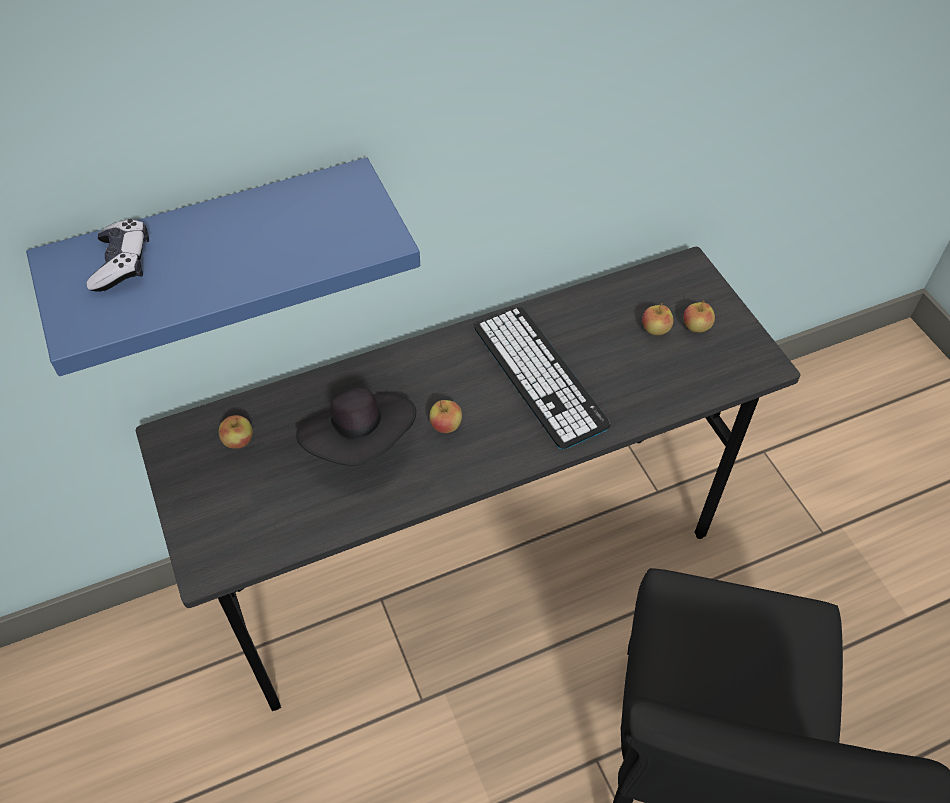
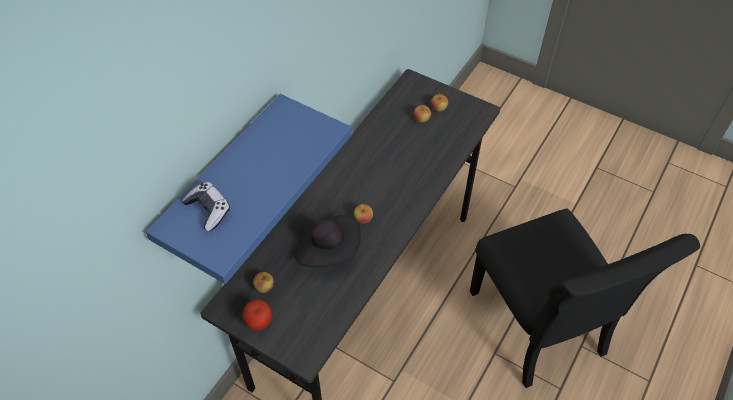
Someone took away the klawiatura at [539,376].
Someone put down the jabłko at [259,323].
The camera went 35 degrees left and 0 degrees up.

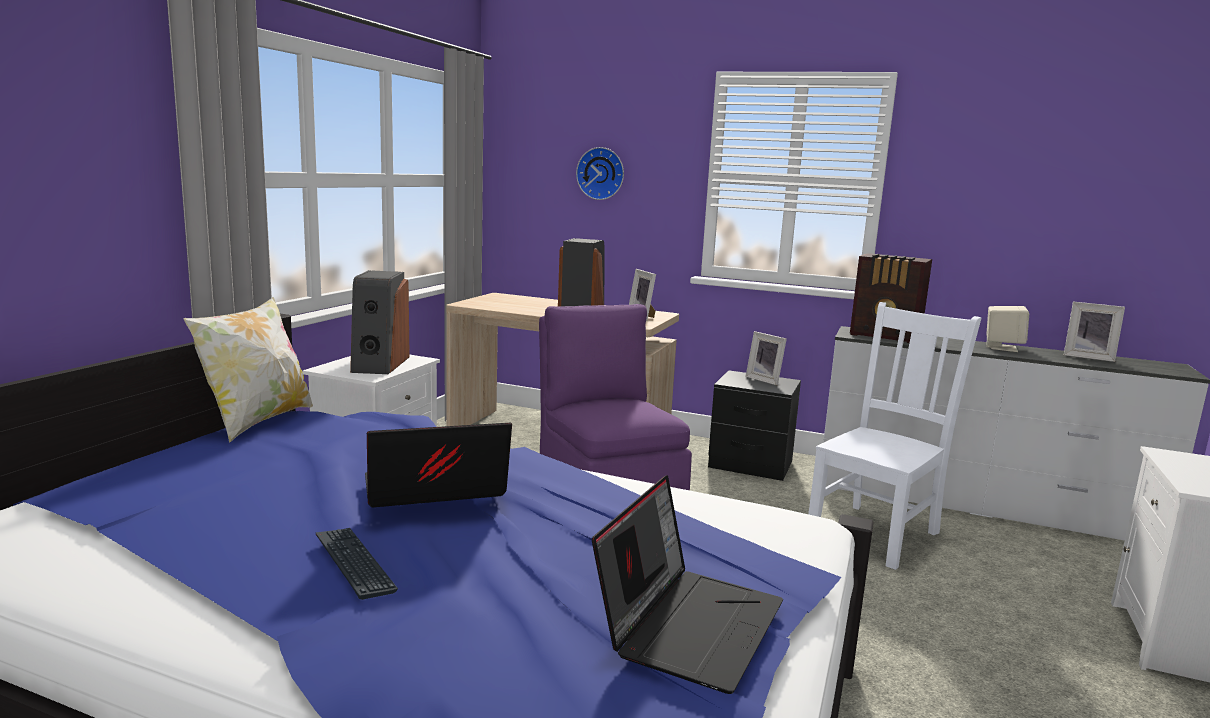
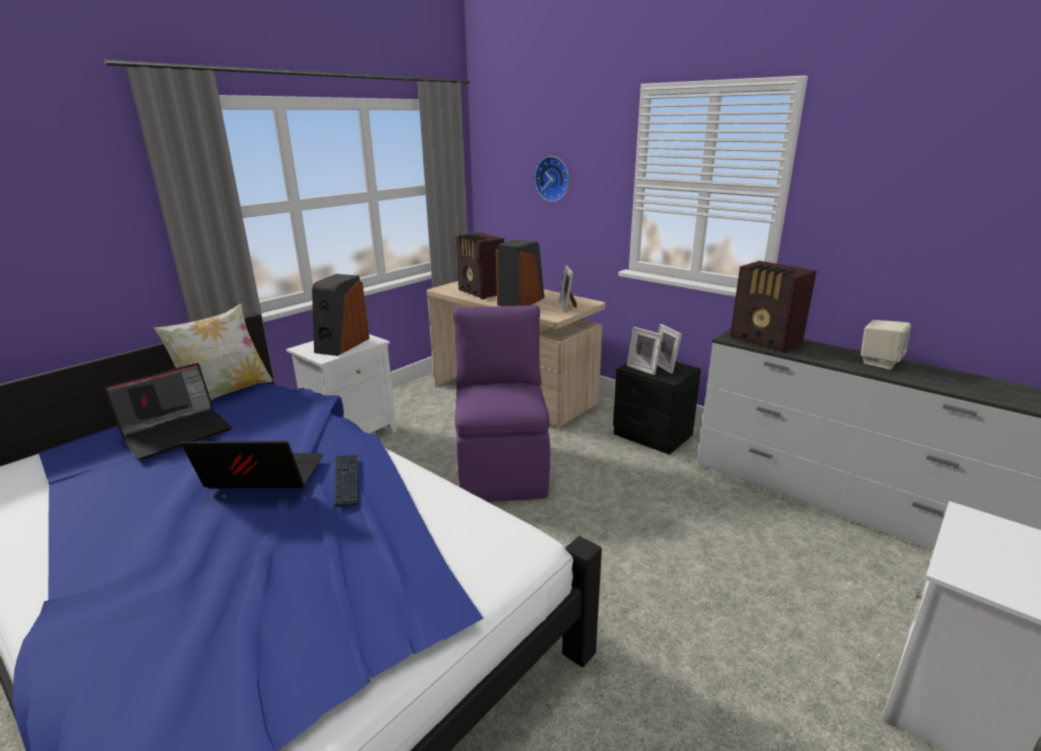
Someone carried the ramka na zdjęcie from [1088,357] to [644,368].
Someone took away the krzesło (biały) at [876,533].
Someone carried the laptop from [689,623] to [178,432].
Someone carried the klawiatura from [354,563] to [347,480].
Someone put down the radio at [481,292].
The camera went 20 degrees right and 10 degrees up.

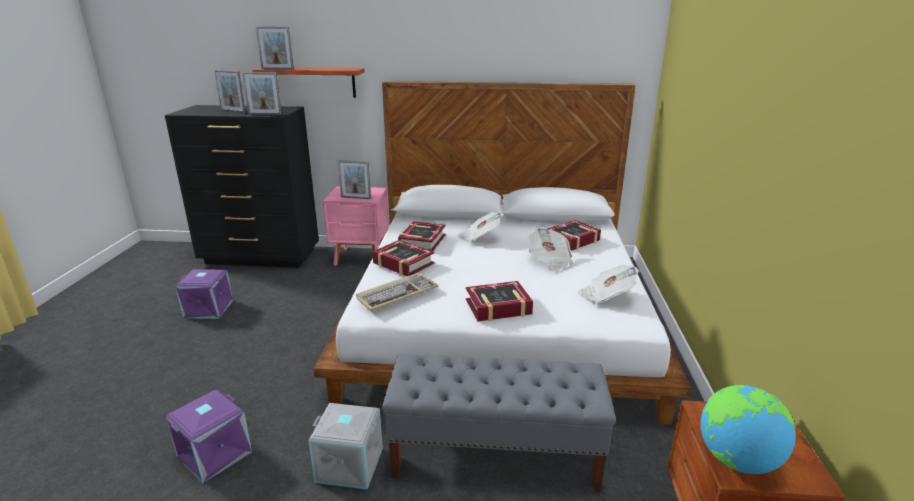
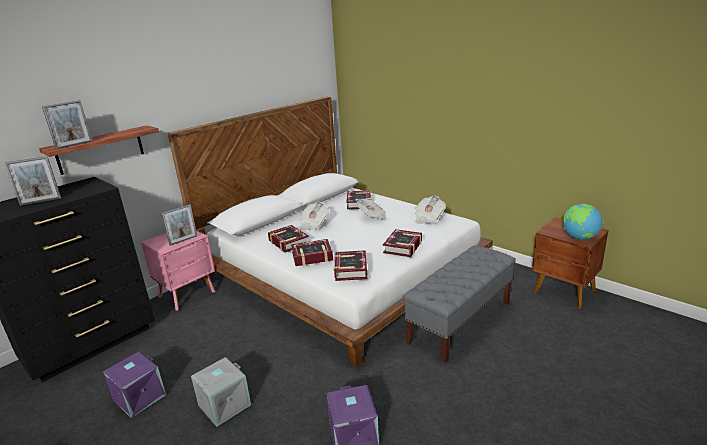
Someone took away the ramka na zdjęcie at [265,114].
Someone swapped the klawiatura at [397,294] for the książka at [350,270].
Someone carried the pojemnik do przechowywania (szary) from [350,464] to [224,404].
The camera went 50 degrees left and 0 degrees up.

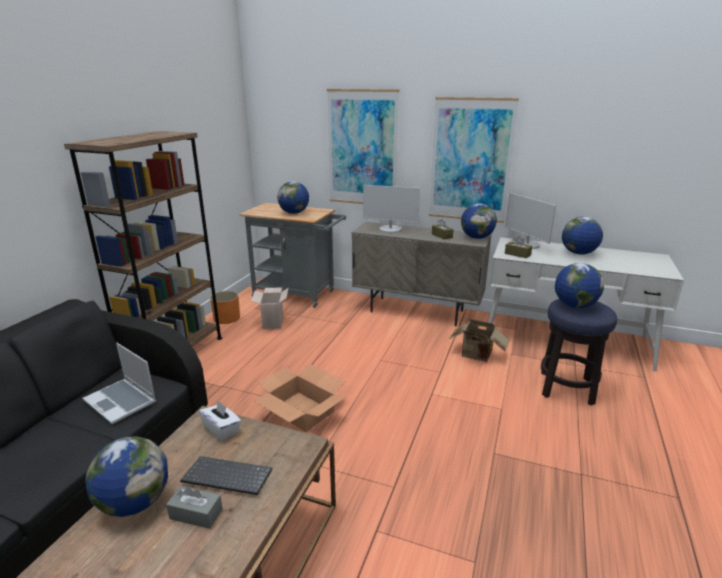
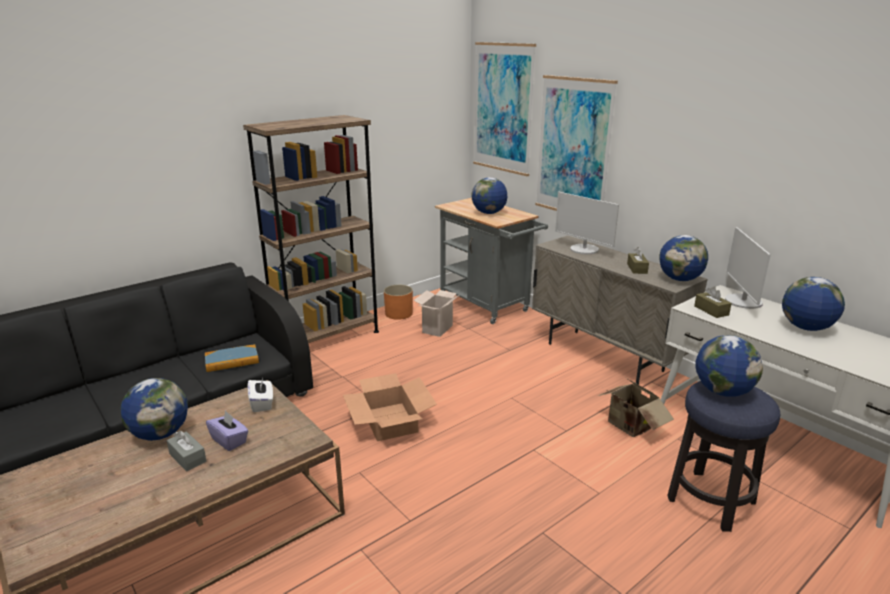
Someone carried the obraz from [470,161] to [503,108].
Someone swapped the laptop at [121,401] for the książka at [232,360].
Someone swapped the klawiatura at [225,478] for the pudełko chusteczek (fioletowy) at [229,440].
The camera went 30 degrees right and 0 degrees up.

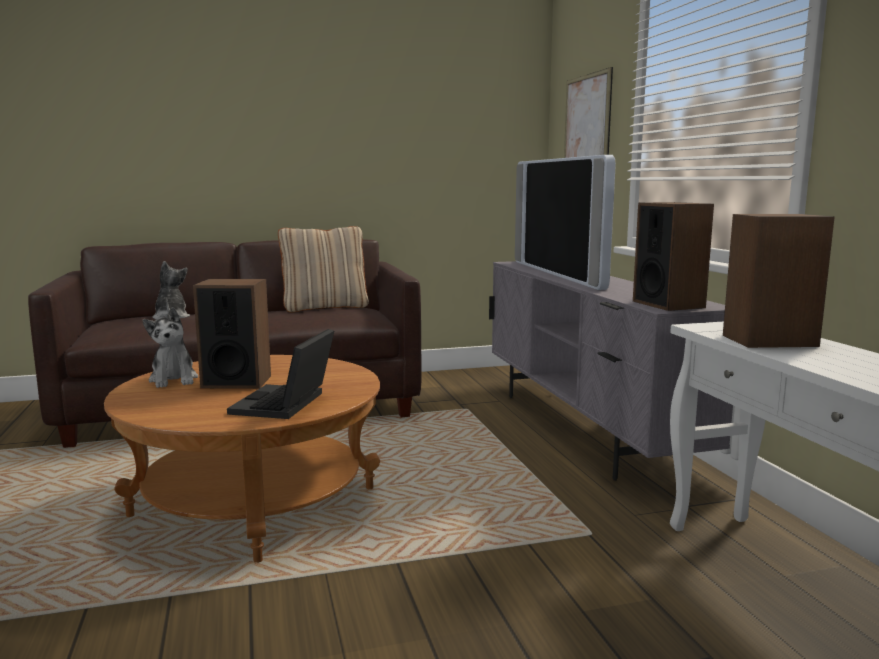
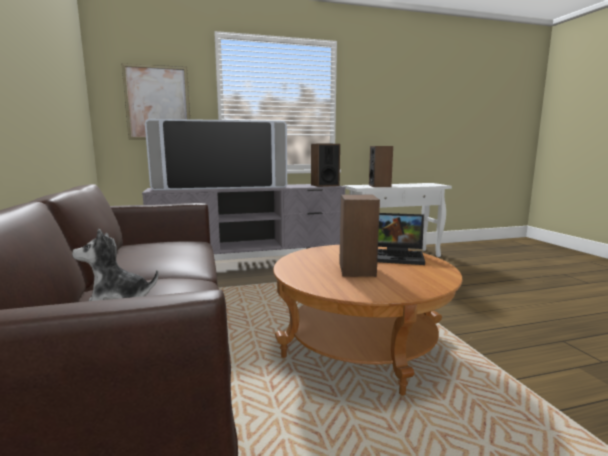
Someone took away the poduszka (beżowy) at [325,308].
Someone took away the pluszak at [174,379].
The camera went 90 degrees left and 0 degrees up.

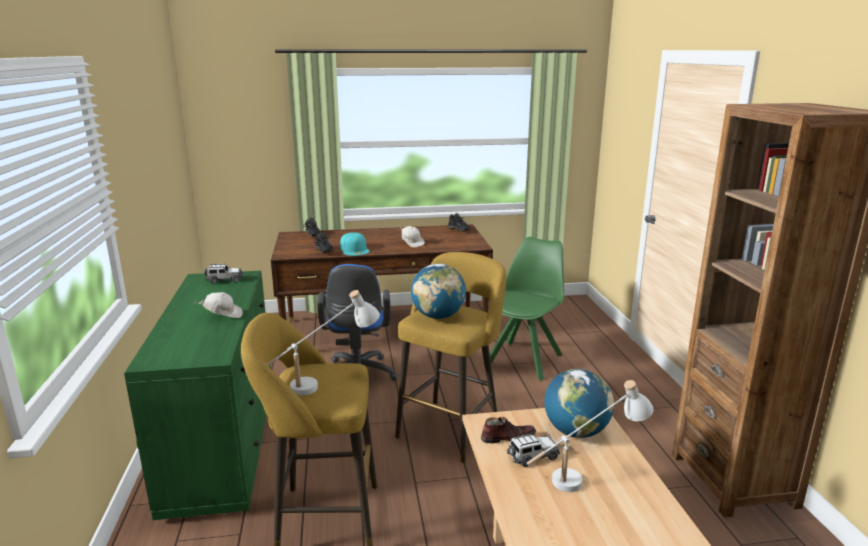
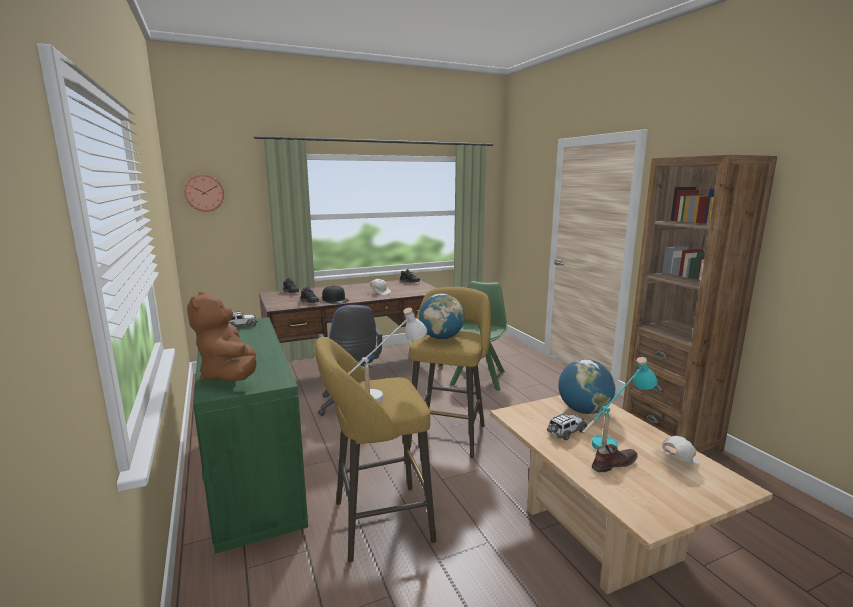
Someone repainted the czapka z daszkiem (turkusowy) at [355,249], which became the czapka z daszkiem (czarny) at [335,299].
Someone carried the czapka z daszkiem (biały) from [223,315] to [677,462].
Someone repainted the lampa stołowa (biały) at [585,476], which became the lampa stołowa (turkusowy) at [614,440].
Someone carried the but (brązowy) from [508,437] to [613,464].
Someone put up the zegar ścienny at [204,193].
Someone put down the pluszak (brązowy) at [230,376].
The camera went 15 degrees left and 5 degrees down.

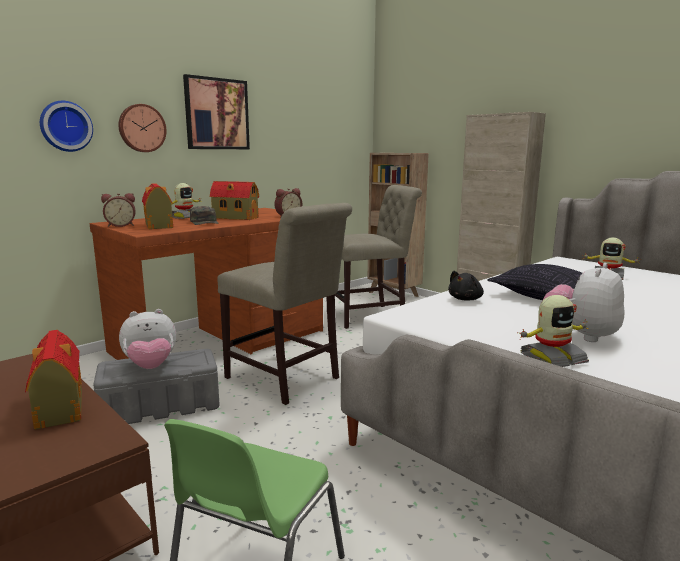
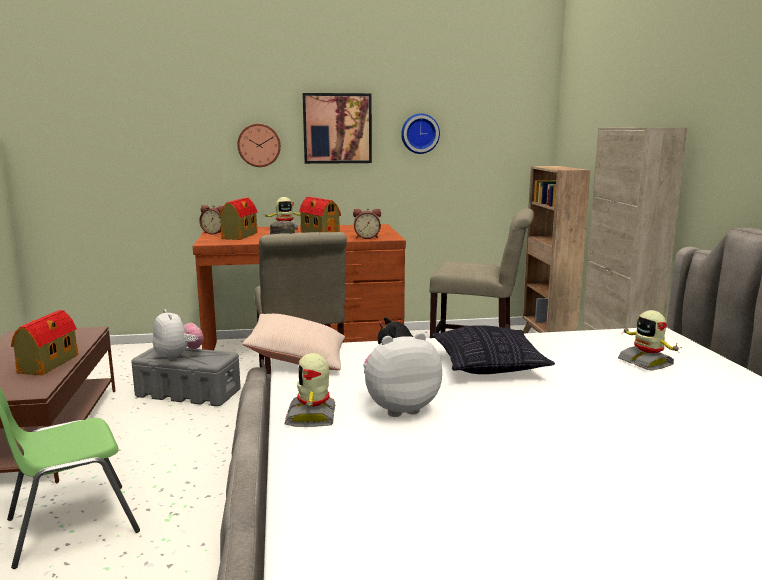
Someone carried the zegar ścienny from [65,126] to [419,133].
Someone rotated the robot zabawkowy at [551,358] by 75 degrees clockwise.
Someone rotated the pluszak at [151,367] by 135 degrees counterclockwise.
Someone put down the poduszka (beżowy) at [298,359].
The camera went 35 degrees right and 0 degrees up.

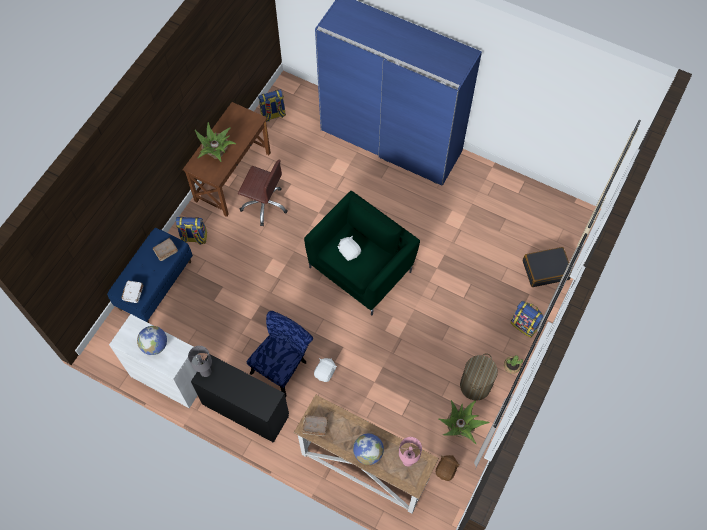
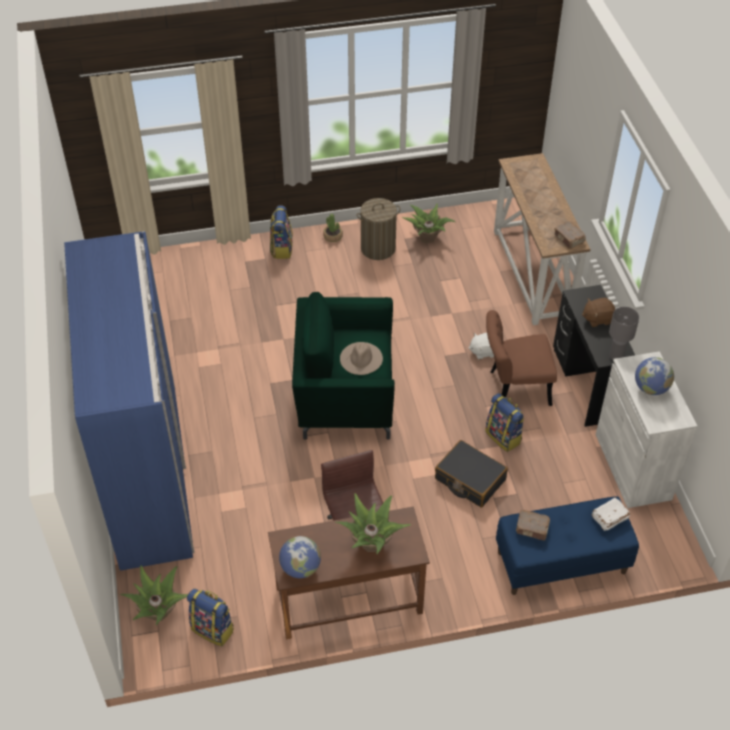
Someone carried the plecak from [194,238] to [504,437].
Someone swapped the pluszak (biały) at [349,252] for the kapelusz (beżowy) at [361,358].
Someone carried the walizka (czarny) from [545,270] to [469,479].
Someone repainted the krzesło (niebieski) at [282,365], which became the krzesło (brązowy) at [513,387].
Someone carried the globus from [368,453] to [300,568].
Someone took away the lampa stołowa (różowy) at [408,460].
Someone carried the pluszak (brązowy) from [446,470] to [597,319].
Someone put down the roślina doniczkowa at [159,611].
The camera went 130 degrees left and 15 degrees down.

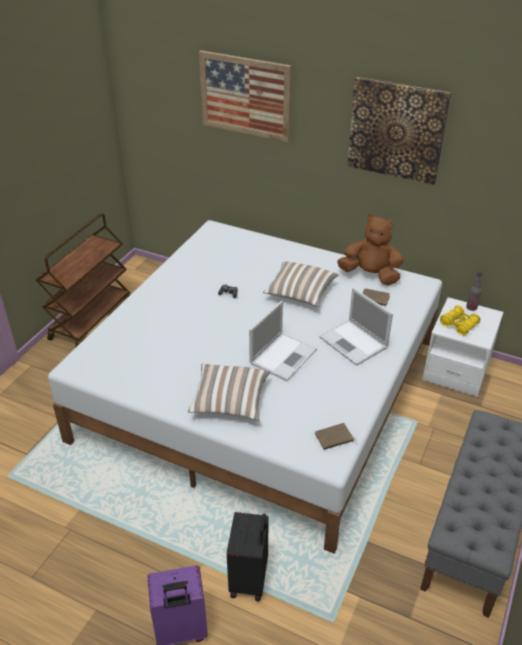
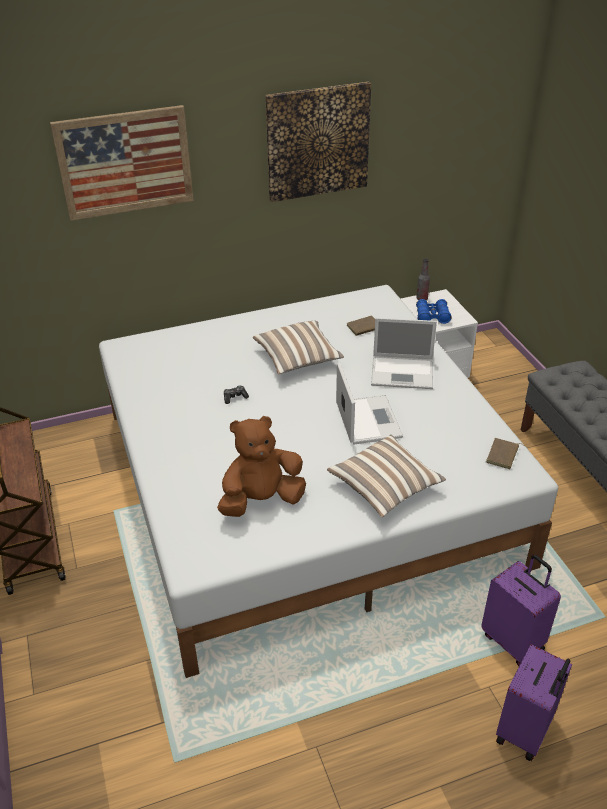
Someone carried the pluszak (brązowy) from [370,275] to [261,500].
Someone repainted the lornetka (żółty) at [459,325], which became the lornetka (niebieski) at [432,316].
Someone repainted the walizka (czarny) at [250,579], which became the walizka (fioletowy) at [513,641].
The camera went 45 degrees left and 0 degrees up.

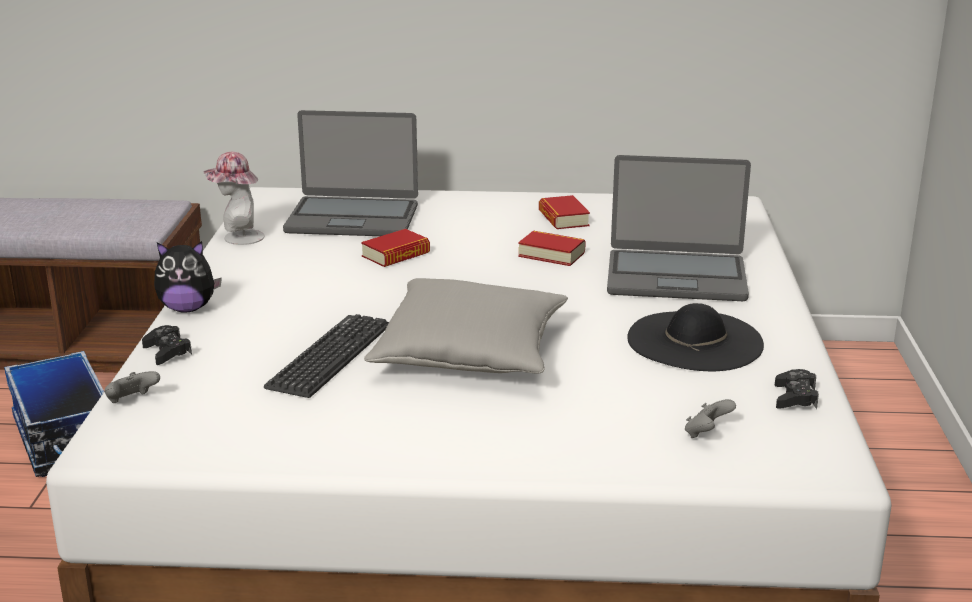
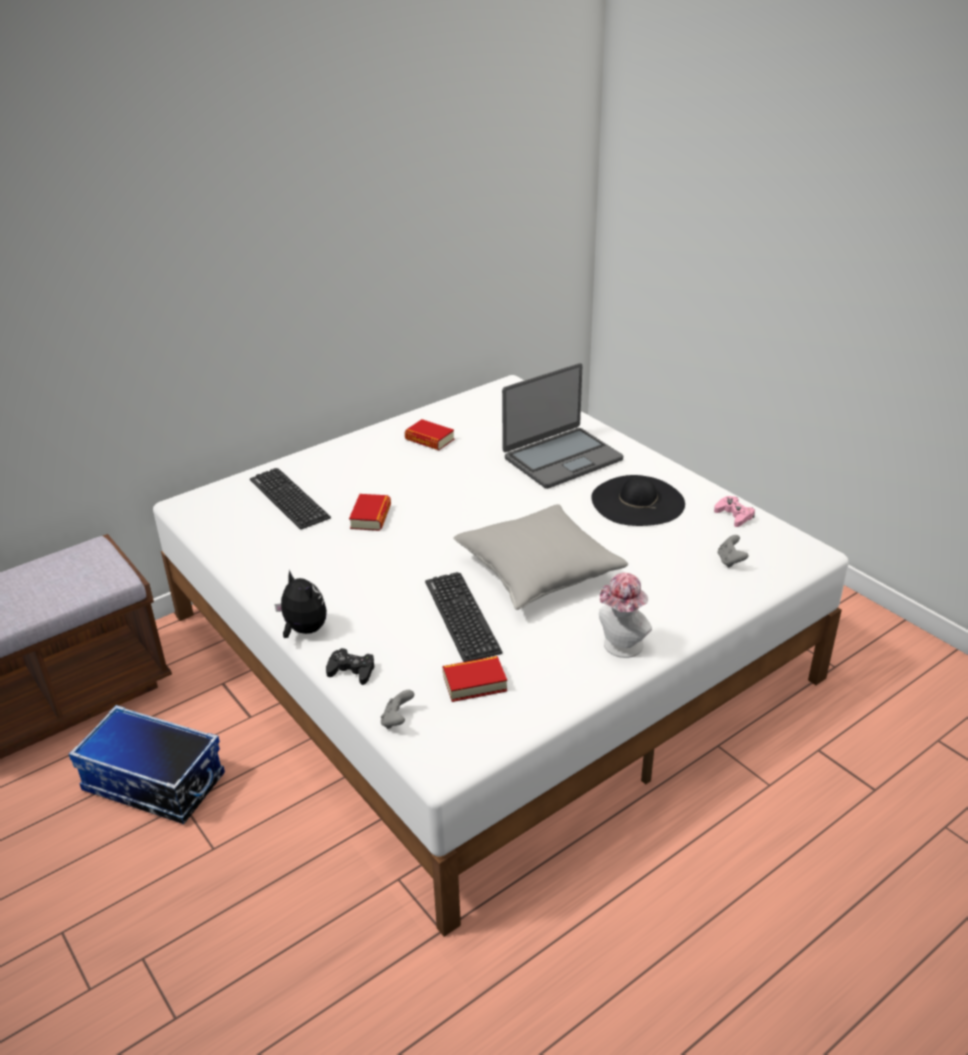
Someone swapped the laptop at [353,218] for the klawiatura at [289,499].
Someone carried the kapelusz from [238,238] to [620,647].
Someone carried the książka from [551,254] to [474,683].
Someone rotated the pluszak at [188,308] by 90 degrees counterclockwise.
Someone repainted the pad do gier (czarny) at [795,397], which became the pad do gier (różowy) at [734,515].
The camera went 40 degrees left and 10 degrees up.

